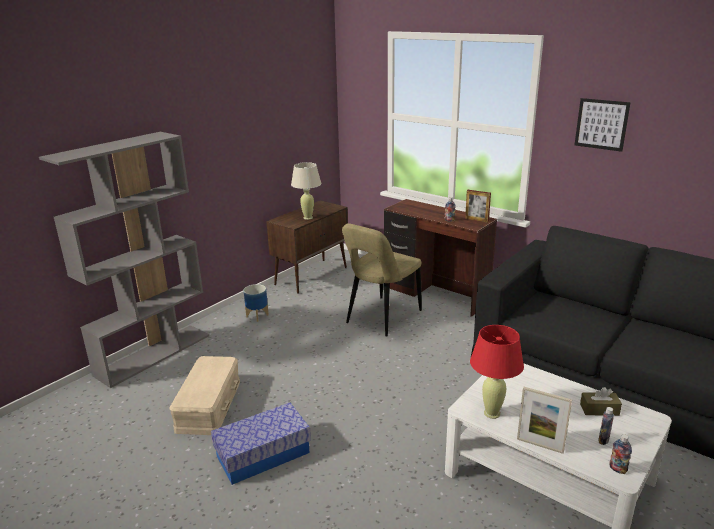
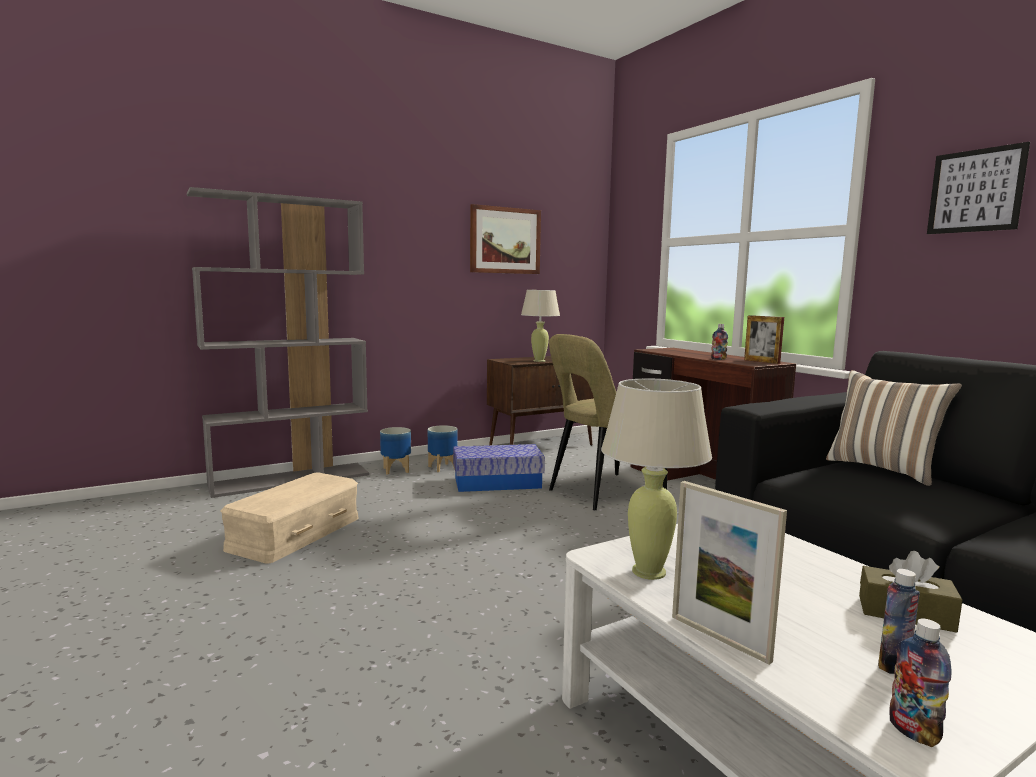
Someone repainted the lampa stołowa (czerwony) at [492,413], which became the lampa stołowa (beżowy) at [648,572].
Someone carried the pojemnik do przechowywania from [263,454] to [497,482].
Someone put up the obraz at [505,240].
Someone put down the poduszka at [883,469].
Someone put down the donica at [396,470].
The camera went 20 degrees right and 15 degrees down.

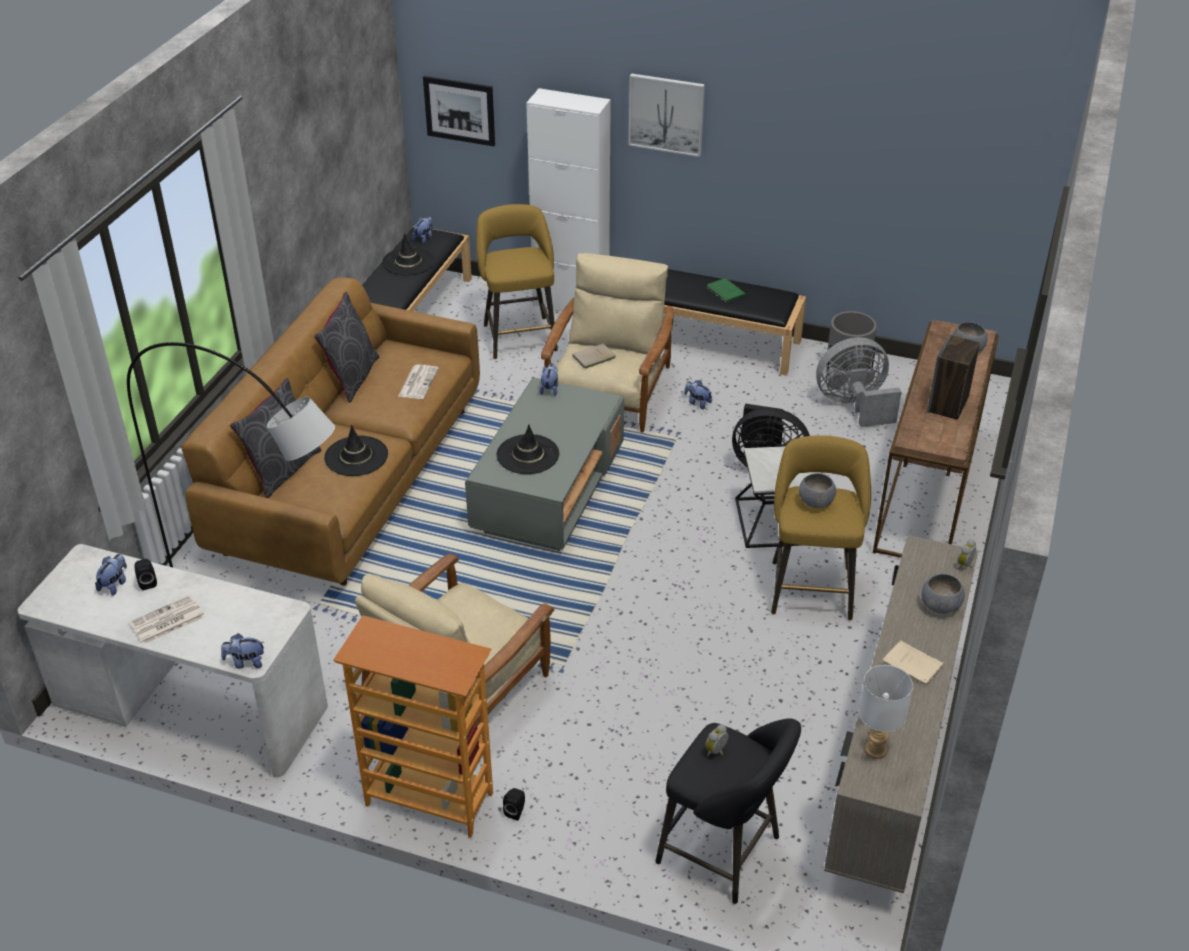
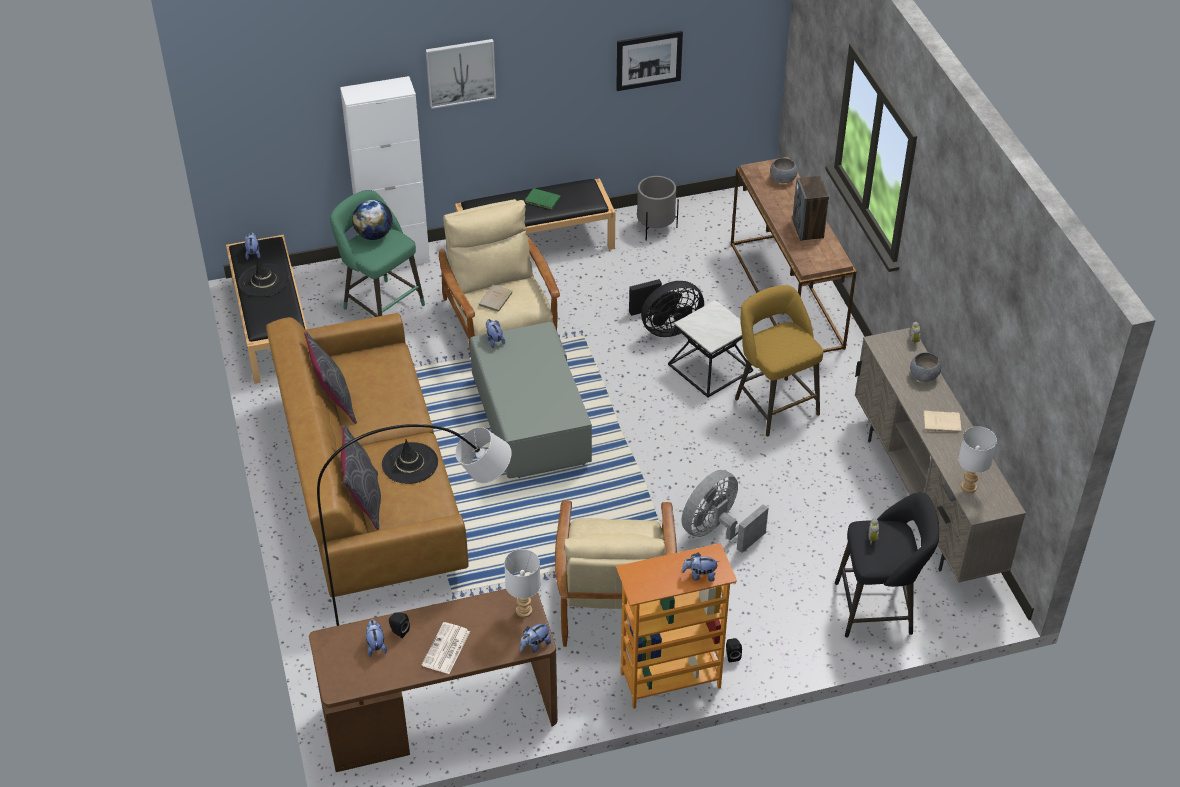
Someone carried the obraz from [459,110] to [649,60].
Someone repainted the stołek (żółty) at [519,335], which became the stołek (zielony) at [380,305].
Someone carried the wentylator (szary) from [854,405] to [717,531].
Someone took away the gazeta at [418,382].
Someone carried the pluszak from [697,403] to [699,575].
Someone took away the kapelusz (czarny) at [527,455].
Someone took away the miska (szary) at [816,501].
Someone repainted the biurko (biały) at [190,707], which became the biurko (brązowy) at [439,716].
Someone put down the globus at [373,235].
Someone put down the lampa stołowa (biały) at [523,611].
The camera went 35 degrees left and 5 degrees up.

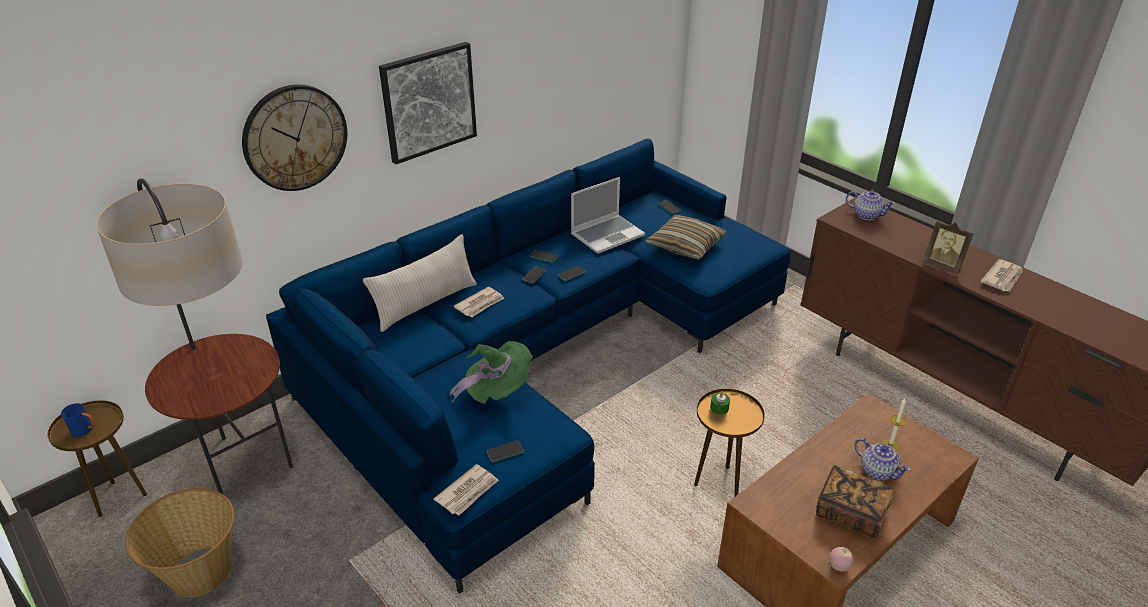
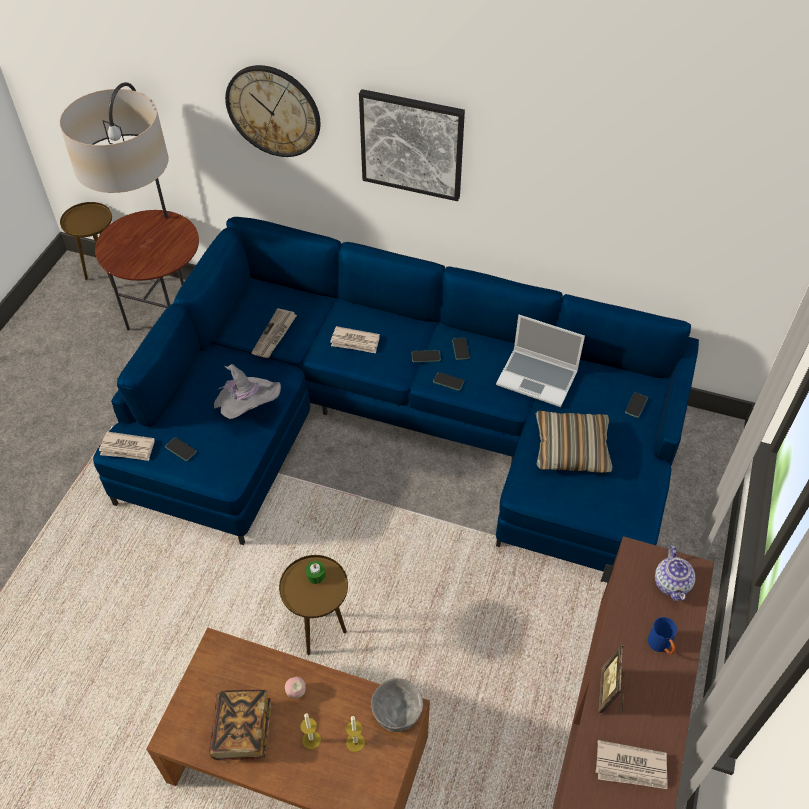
Someone took away the poduszka (beżowy) at [425,303].
Someone repainted the kapelusz (zielony) at [497,391], which became the kapelusz (szary) at [248,410].
Someone carried the kubek (niebieski) from [85,431] to [661,646].
Someone swapped the imbryk at [877,471] for the świeca at [311,740].
Someone took away the koszyk at [199,571].
Someone carried the jabłko from [839,567] to [296,692].
Someone put down the gazeta at [274,335].
Someone put down the miska (szary) at [397,713].
The camera went 60 degrees right and 15 degrees up.

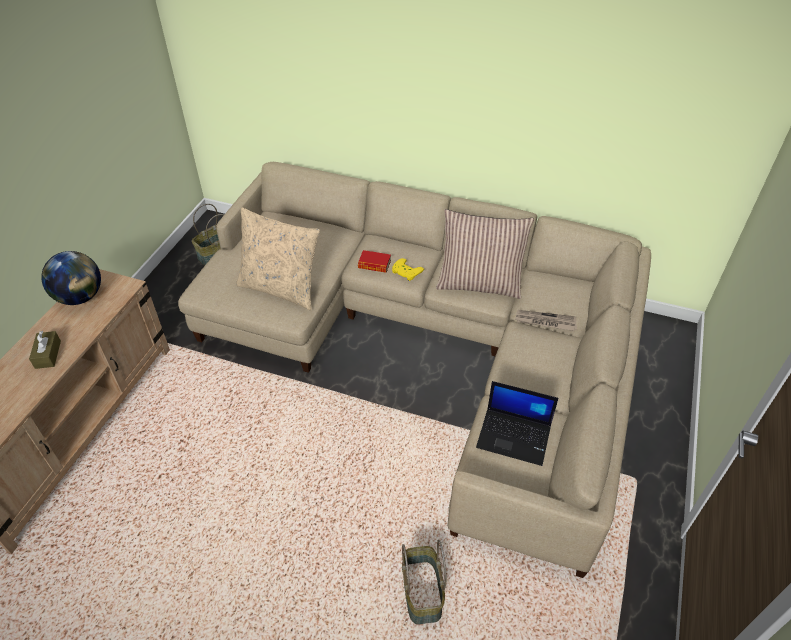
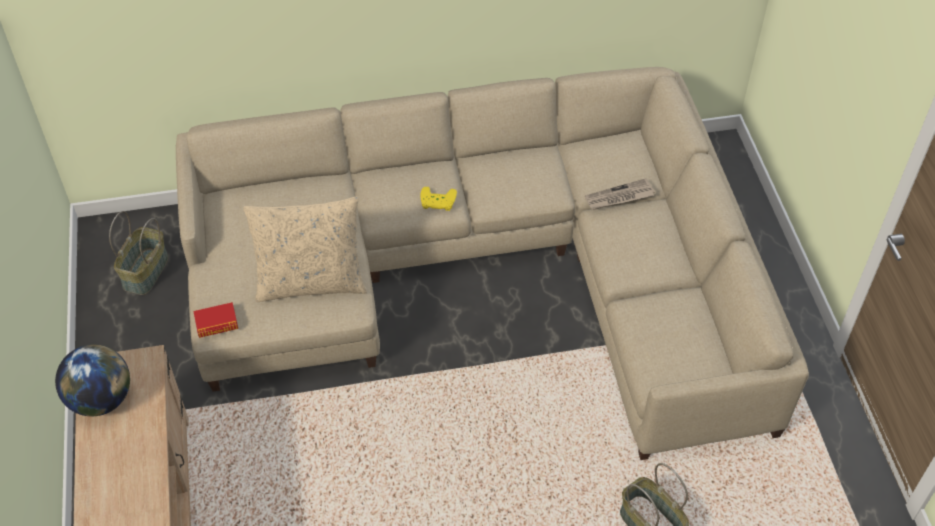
Someone took away the poduszka at [479,284].
Someone carried the książka from [374,264] to [216,323].
Someone took away the pudełko chusteczek (brązowy) at [48,354].
Someone took away the laptop at [515,436].
The camera went 30 degrees left and 5 degrees up.

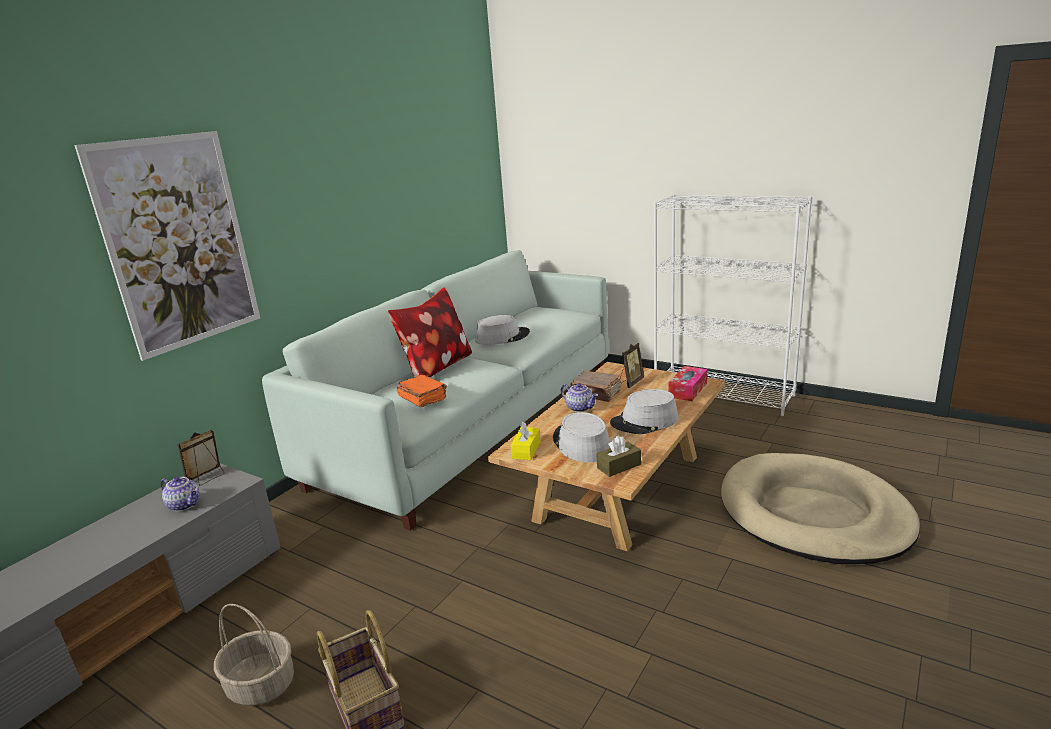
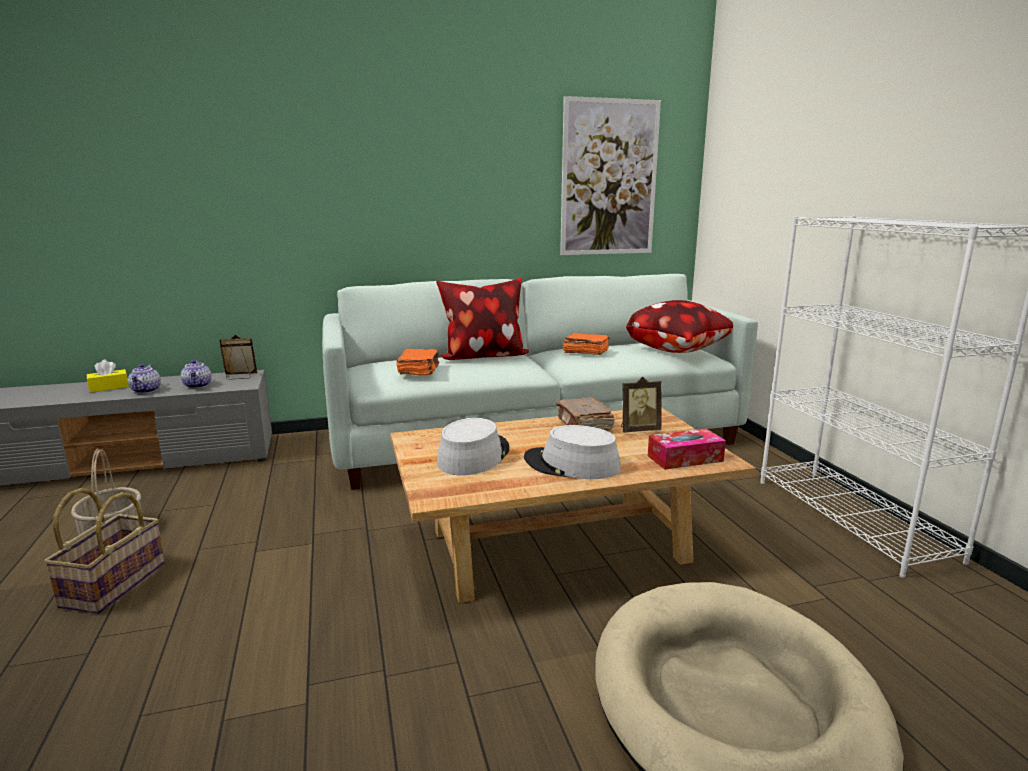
Someone carried the obraz from [178,243] to [609,178].
Someone swapped the kapelusz (szary) at [502,337] for the książka (pomarańczowy) at [585,352].
Someone carried the imbryk from [580,408] to [147,391].
Someone carried the pudełko chusteczek (żółty) from [526,450] to [109,387].
Someone took away the pudełko chusteczek (brązowy) at [619,466].
Someone put down the poduszka at [679,351].
The camera went 40 degrees right and 5 degrees down.

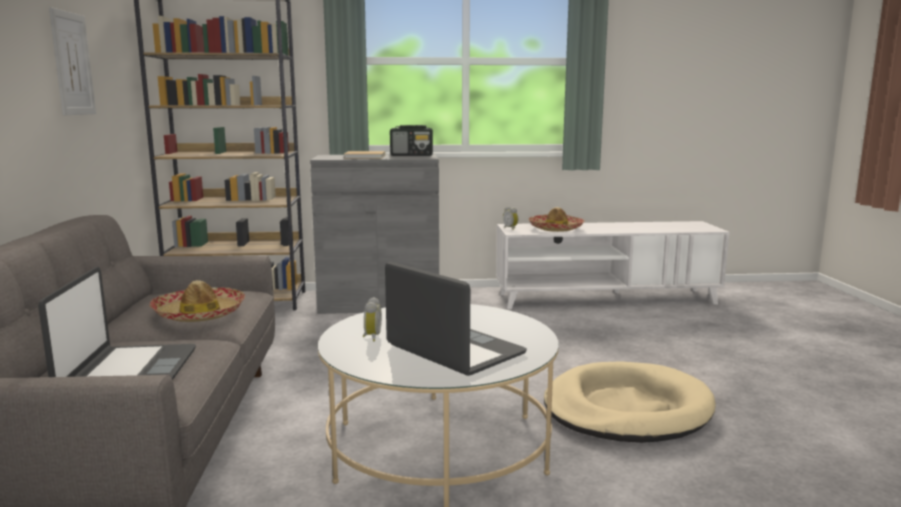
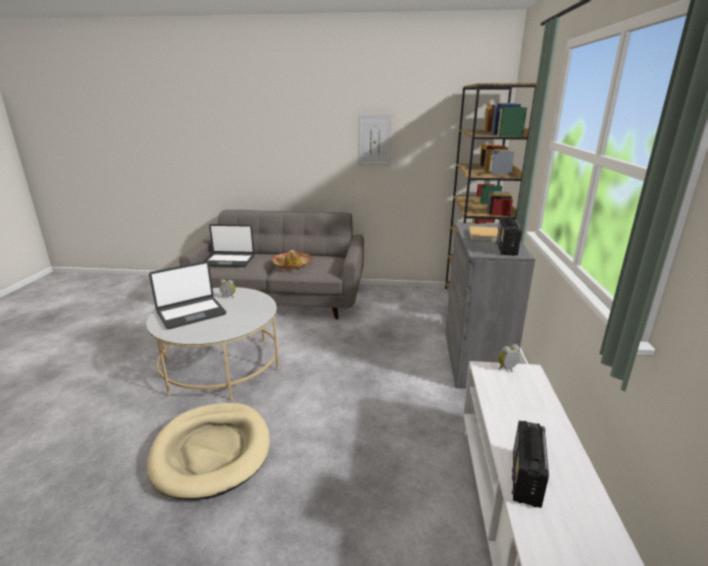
Someone took away the kapelusz at [556,228].
Someone put down the radio at [525,479].
The camera went 100 degrees right and 10 degrees up.

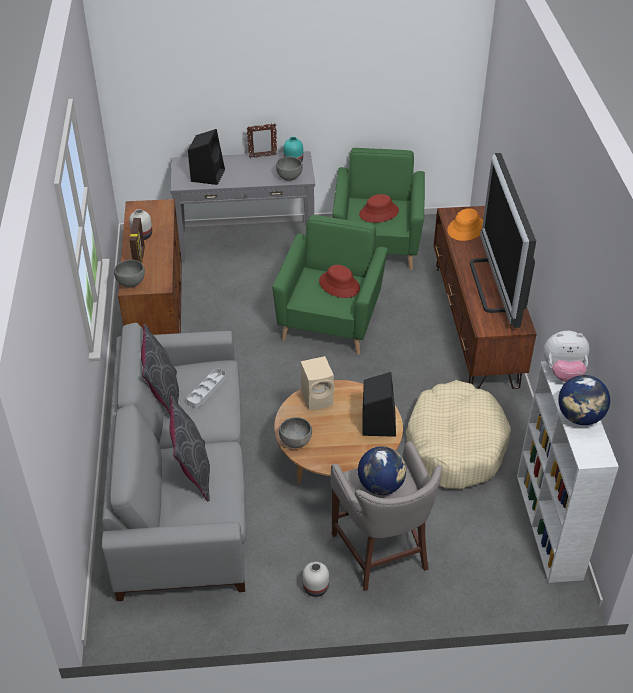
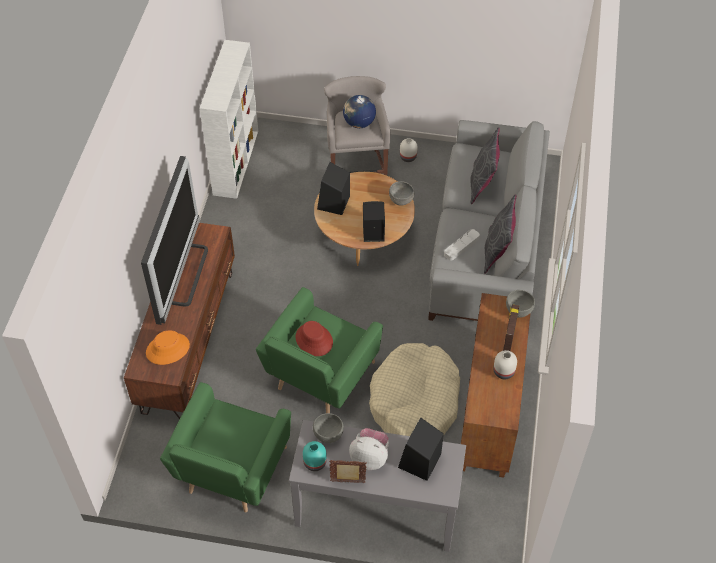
Someone took away the kapelusz (czerwony) at [379,213].
Someone carried the pluszak from [563,372] to [370,457].
Someone repainted the głośnik (beżowy) at [318,398], which became the głośnik (czarny) at [372,232].
Someone took away the globus at [579,417].
Someone carried the legowisko (beżowy) from [455,445] to [415,402].
The camera went 165 degrees left and 10 degrees up.

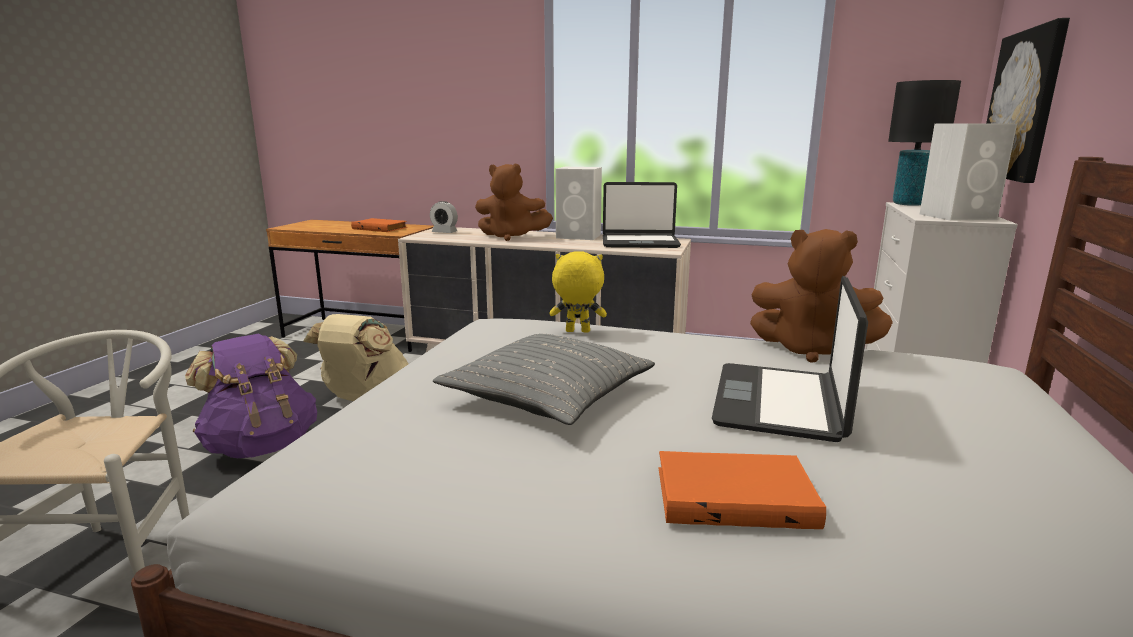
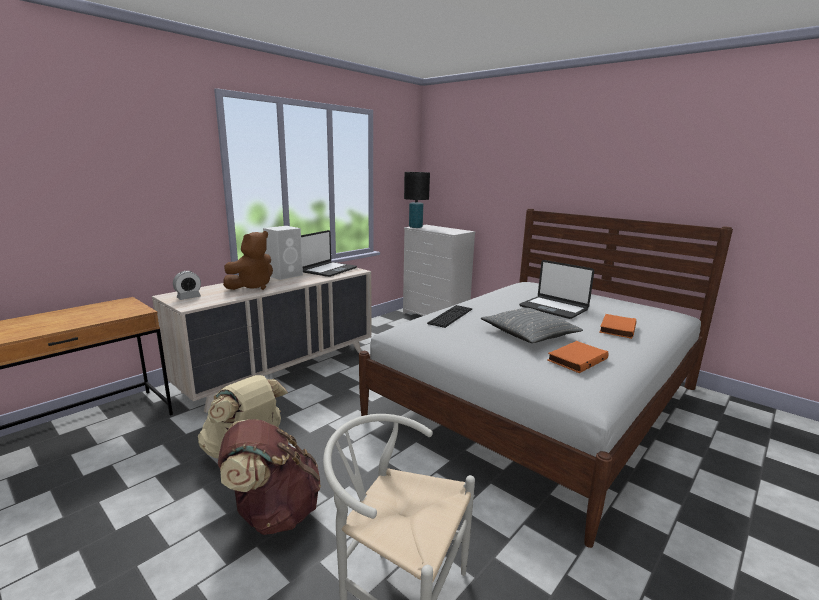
Someone took away the obraz at [1023,105].
Someone took away the głośnik (biały) at [958,216].
Someone carried the książka (pomarańczowy) from [380,228] to [576,359].
Someone took away the pluszak (brązowy) at [811,350].
Someone swapped the pluszak (żółty) at [577,332] for the klawiatura at [450,316].
Someone repainted the plecak (fioletowy) at [262,445], which became the plecak (brązowy) at [273,513].
The camera went 65 degrees left and 0 degrees up.

